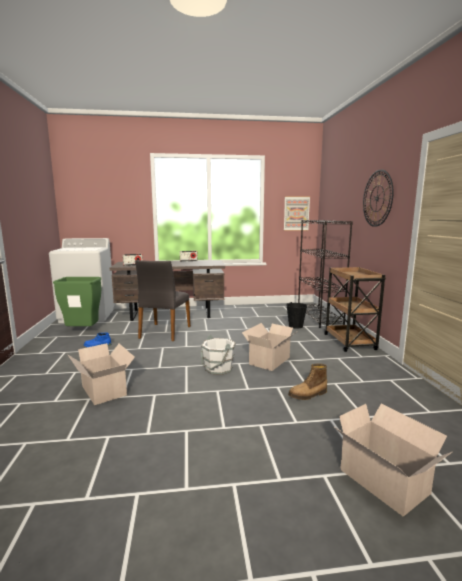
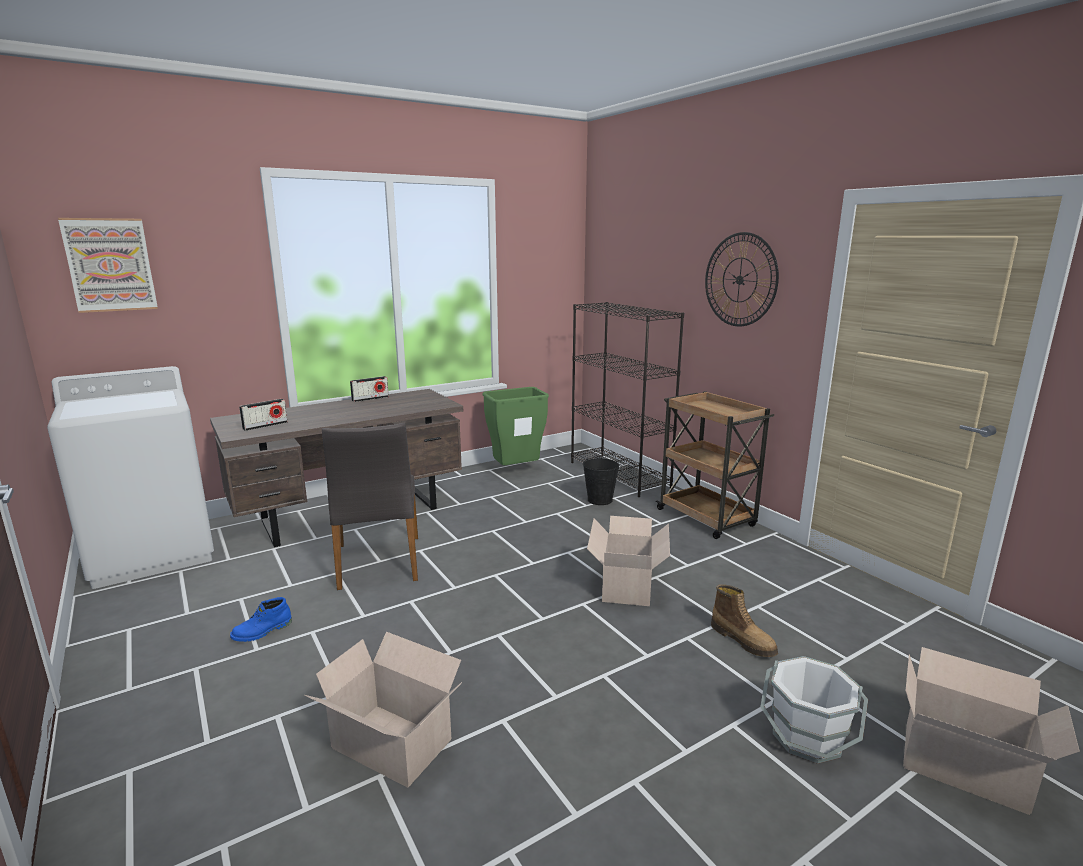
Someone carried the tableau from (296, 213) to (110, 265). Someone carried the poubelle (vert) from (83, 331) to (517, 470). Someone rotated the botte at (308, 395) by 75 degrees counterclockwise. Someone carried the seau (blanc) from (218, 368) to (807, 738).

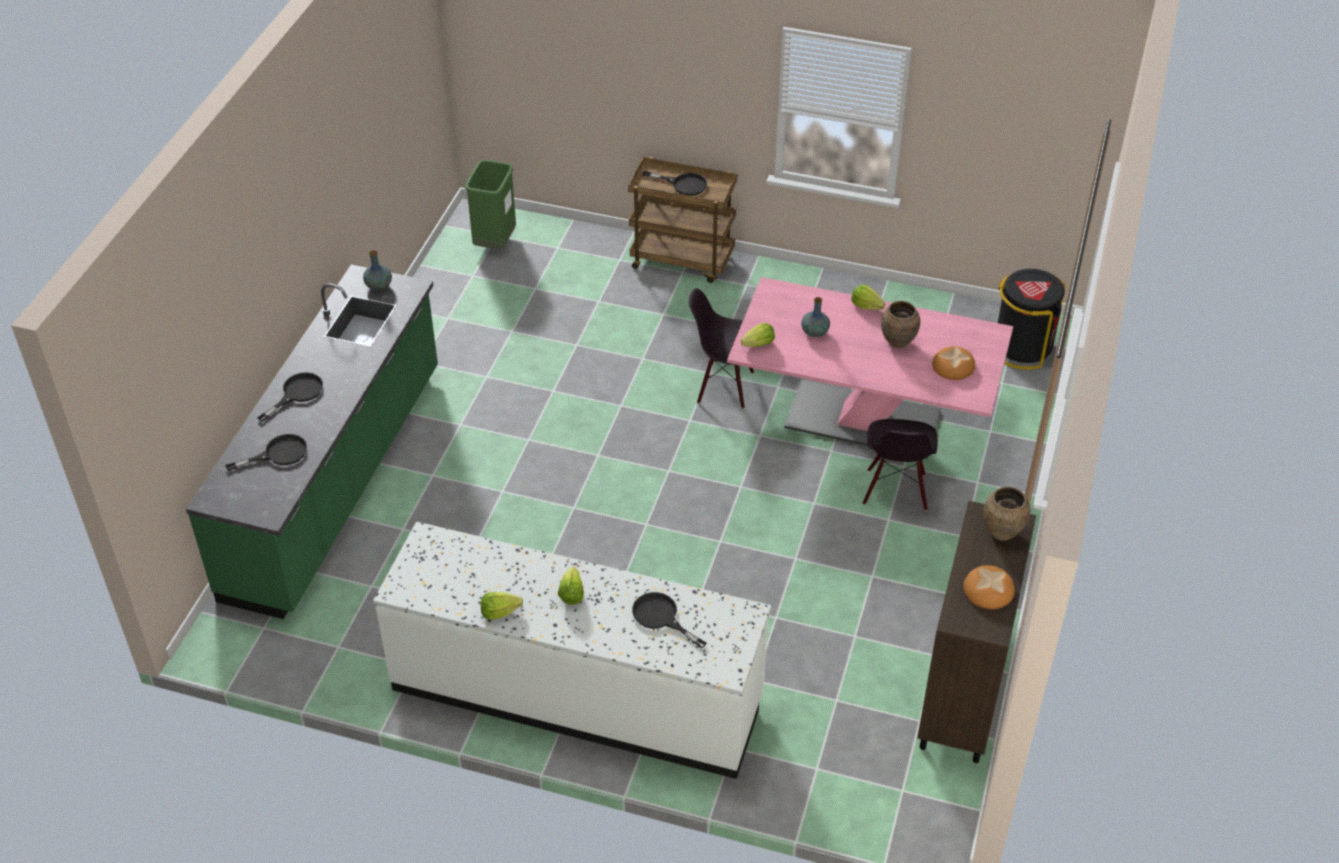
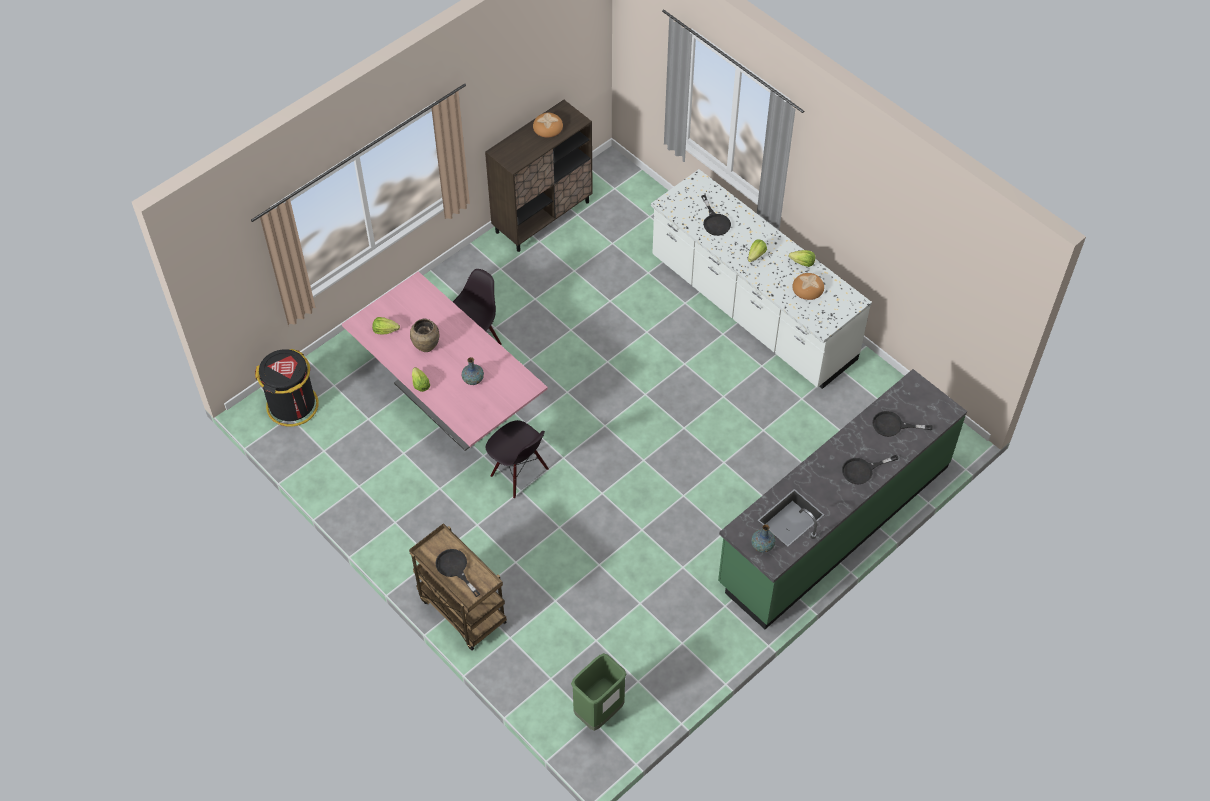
Someone carried the laitue from (759, 344) to (385, 330). Someone carried the pain from (953, 366) to (807, 288). Someone took away the vase (marron) at (1001, 532).

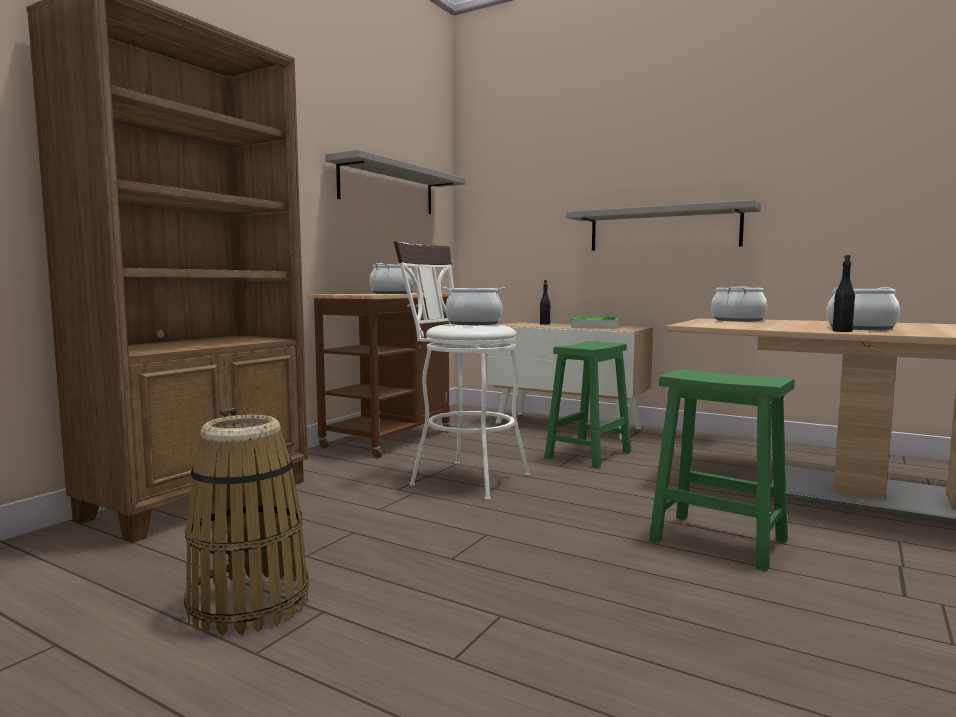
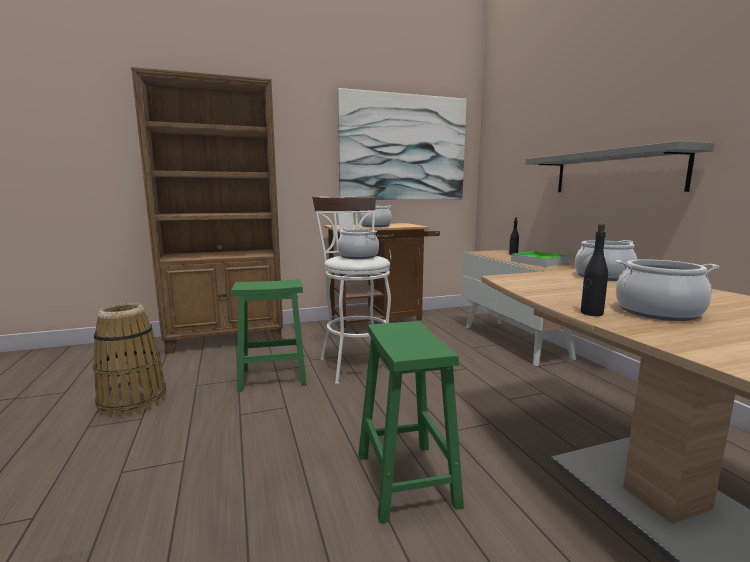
Someone carried the tabouret (vert) from (589, 454) to (274, 377). Someone swapped the étagère (gris) at (387, 188) for the tableau at (403, 148).

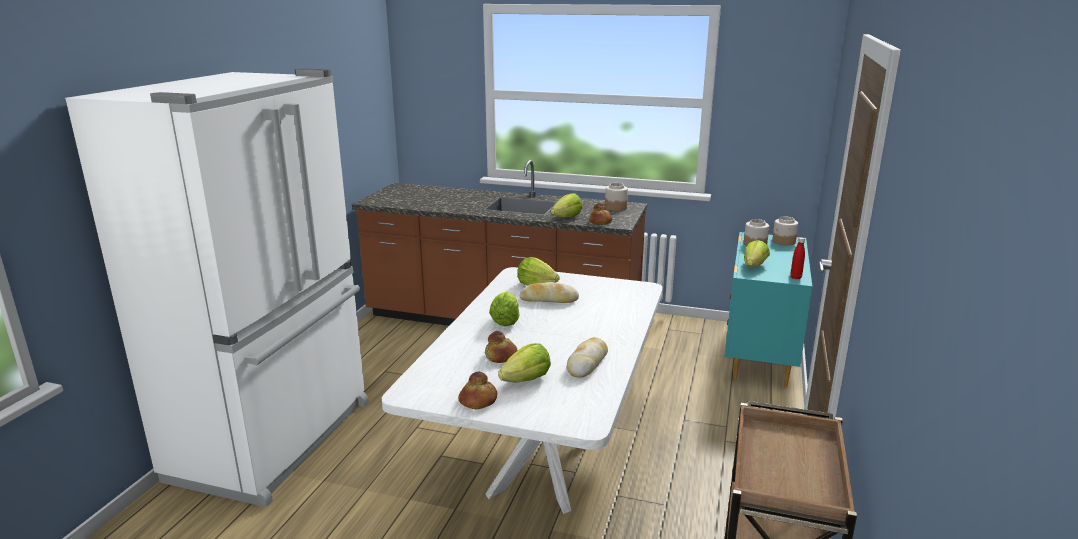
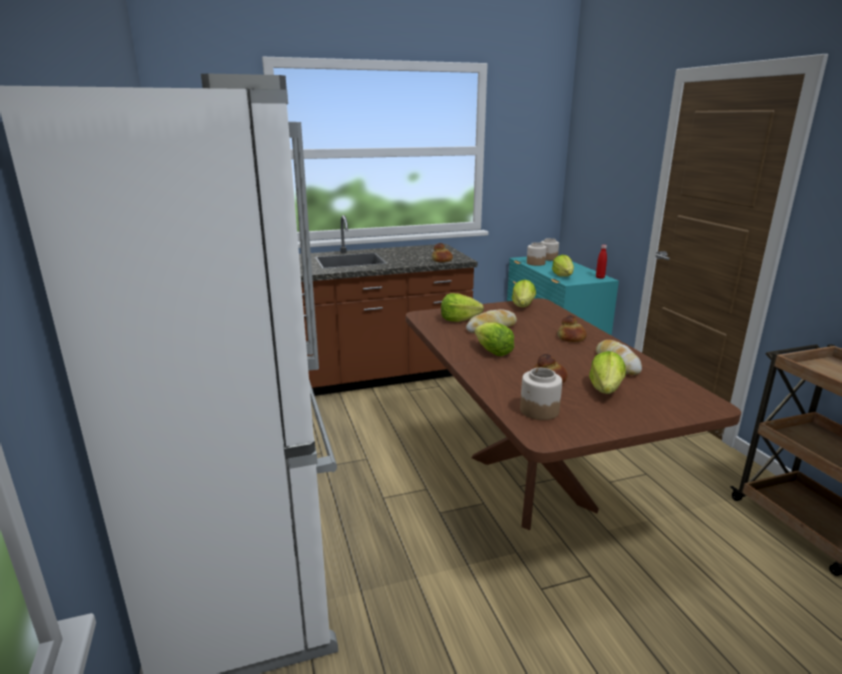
Someone repainted the table à manger (blanc) at (544, 464), which became the table à manger (marron) at (530, 482). Someone carried the laitue from (567, 217) to (523, 306). Someone carried the bocal from (615, 208) to (539, 410). Someone carried the pain from (478, 401) to (571, 338).

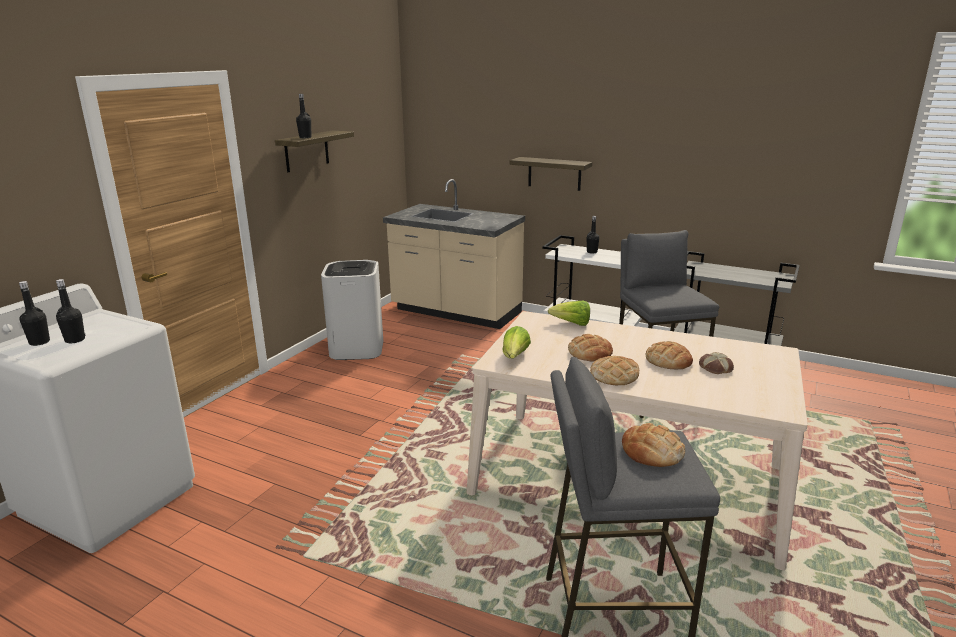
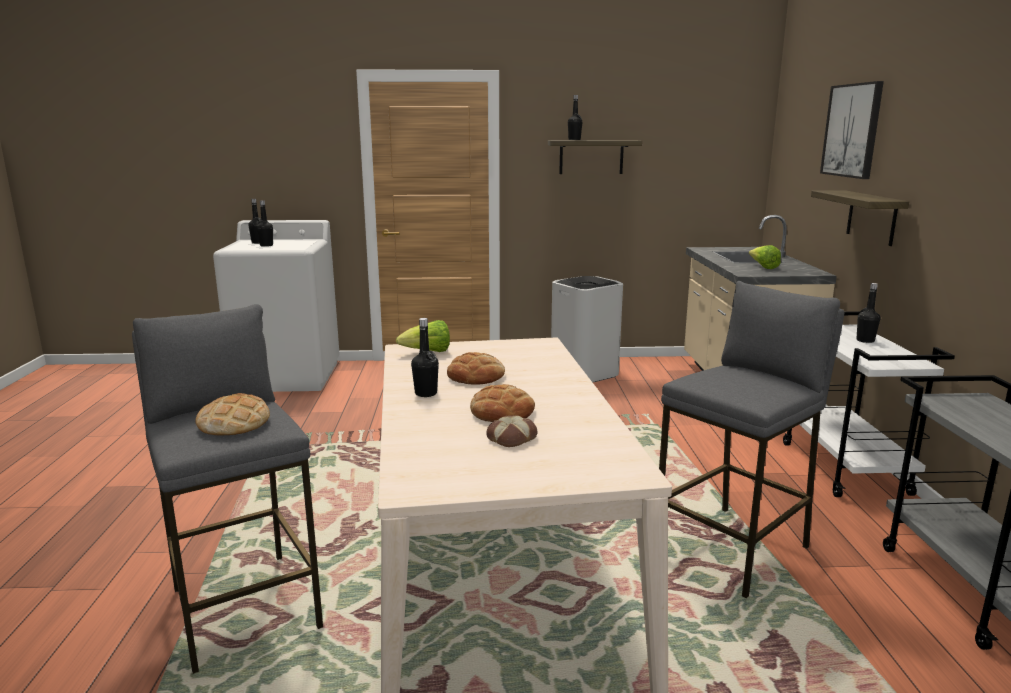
Someone swapped the pain at (614, 375) for the bouteille (noir) at (426, 393). Someone carried the laitue from (572, 324) to (763, 267). Someone put up the tableau at (852, 130).

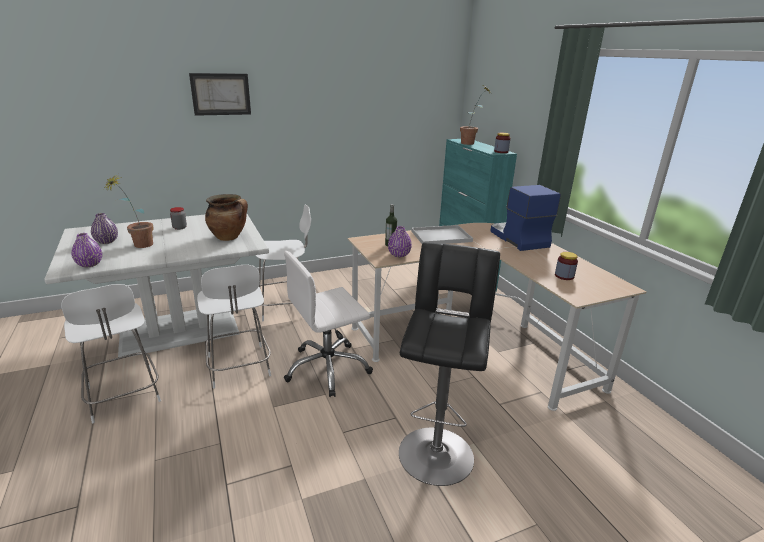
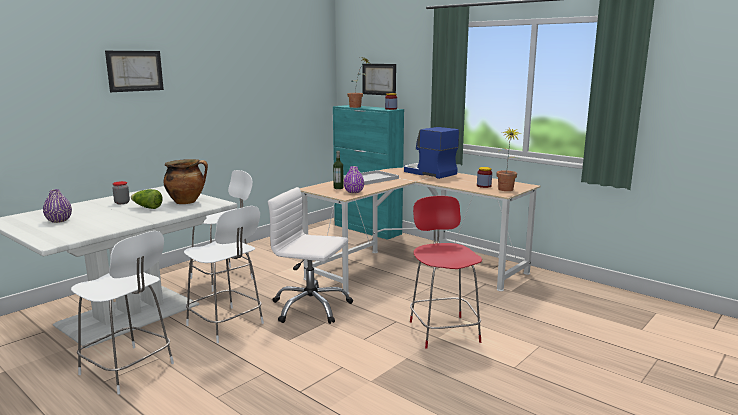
Someone put down the laitue at (147, 207). Someone rotated the chaise de bureau (blanc) at (327, 369) by 75 degrees clockwise. Someone put up the tableau at (379, 79). Someone swapped the tabouret (noir) at (436, 450) for the chaise (rouge) at (443, 330). Someone carried the plante en pot from (138, 246) to (506, 190). Someone took away the vase (violet) at (90, 264).

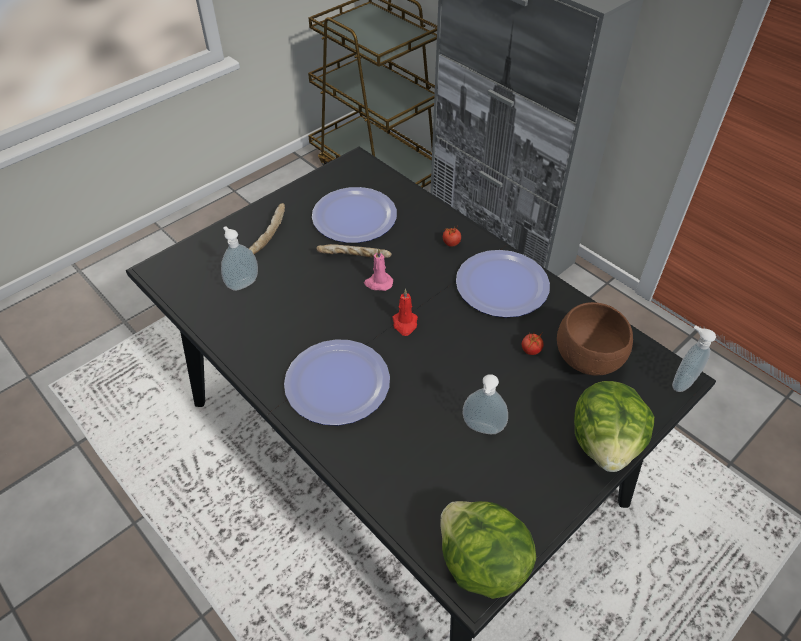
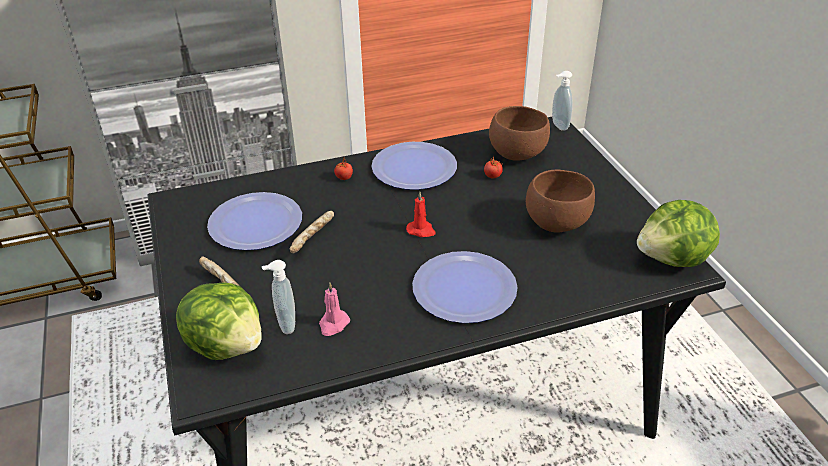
Someone carried the laitue from (605, 443) to (227, 344). Someone carried the bougie (rose) from (378, 283) to (333, 324). Someone swapped the distributeur de savon at (482, 429) for the bol (marron) at (556, 223).

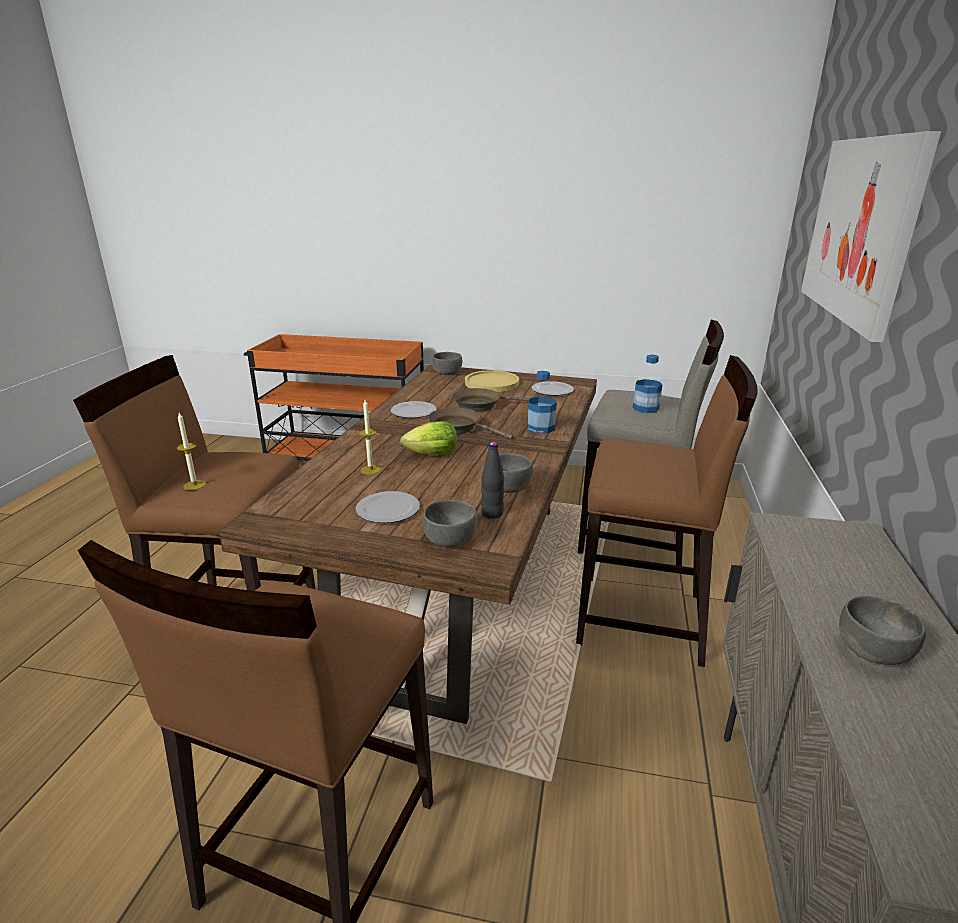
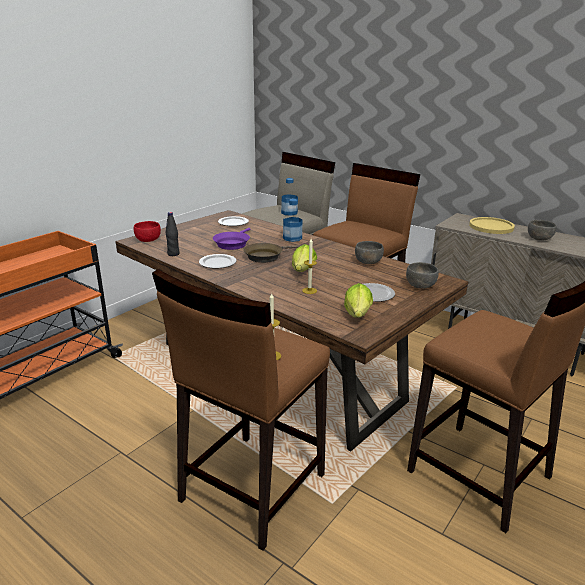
Someone repainted the bol (gris) at (447, 373), which became the bol (rouge) at (148, 240). Someone carried the bouteille (noir) from (492, 513) to (173, 254). Someone repainted the poêle (marron) at (481, 405), which became the poêle (violet) at (232, 243). Someone put down the laitue at (357, 316). Someone carried the assiette (jaune) from (492, 383) to (491, 227). Someone took away the tableau at (860, 229).

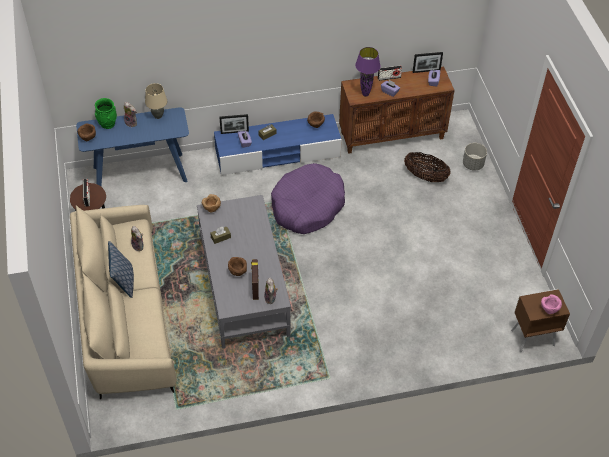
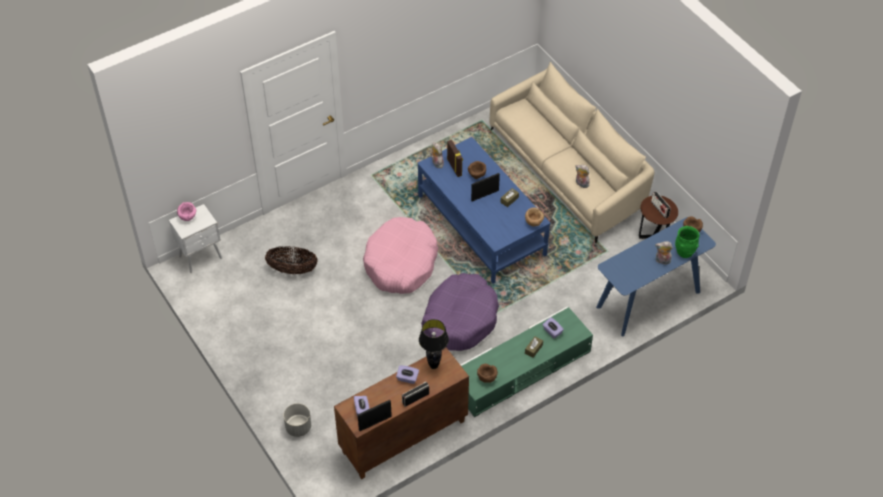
Someone repainted the table de chevet (marron) at (531, 337), which became the table de chevet (blanc) at (202, 257). Someone carried the panier from (425, 176) to (292, 269). Someone put down the panier pour chien (rose) at (401, 263). Someone repainted the table basse (gris) at (243, 284), which became the table basse (bleu) at (481, 225). Someone repainted the lampe de table (violet) at (365, 94), which became the lampe de table (noir) at (434, 366). Someone repainted the meuble télé (bleu) at (277, 154), which became the meuble télé (vert) at (521, 369). Someone carried the cadre photo from (234, 132) to (485, 195). Someone took away the coussin at (124, 282). Someone took away the lampe de table (beige) at (158, 116).

